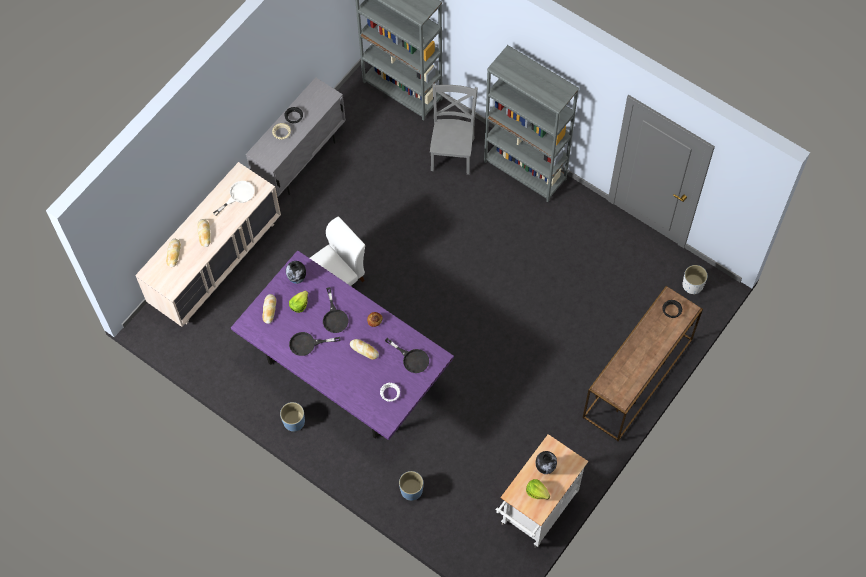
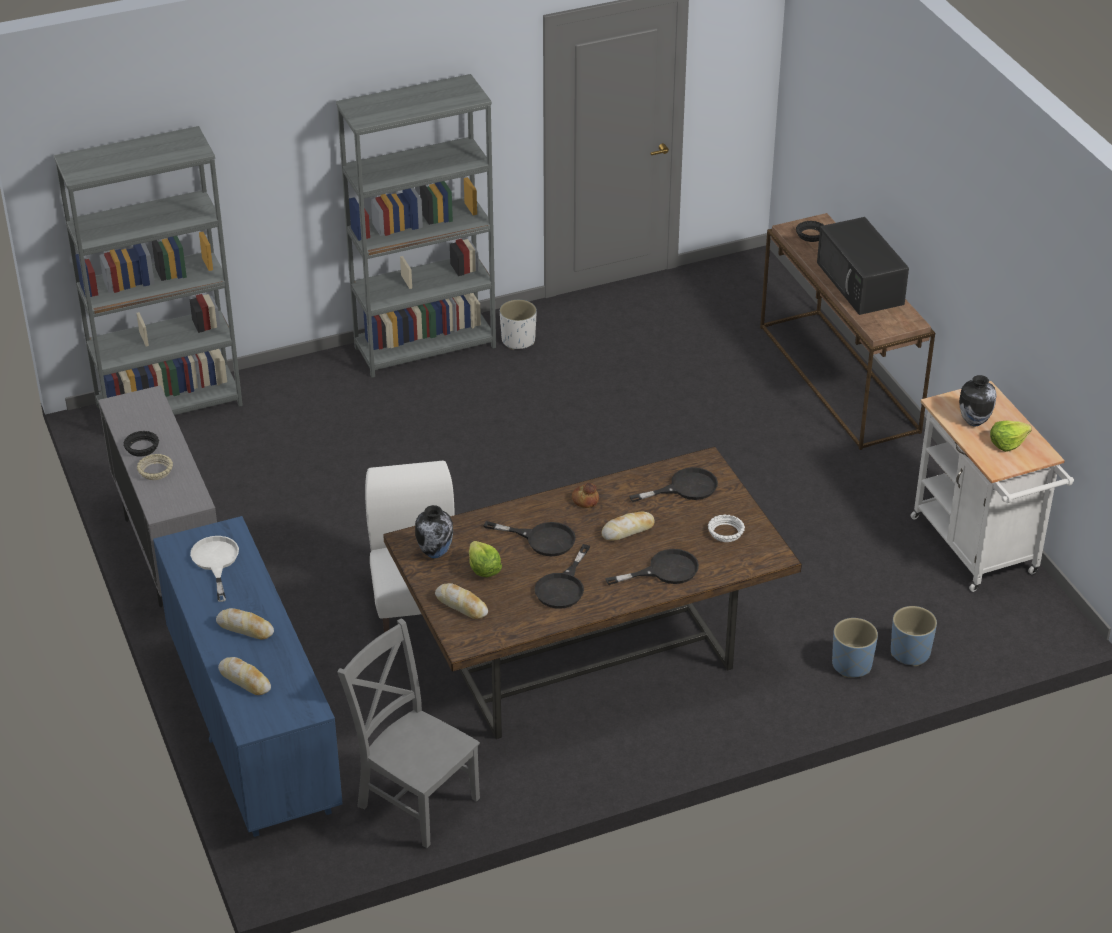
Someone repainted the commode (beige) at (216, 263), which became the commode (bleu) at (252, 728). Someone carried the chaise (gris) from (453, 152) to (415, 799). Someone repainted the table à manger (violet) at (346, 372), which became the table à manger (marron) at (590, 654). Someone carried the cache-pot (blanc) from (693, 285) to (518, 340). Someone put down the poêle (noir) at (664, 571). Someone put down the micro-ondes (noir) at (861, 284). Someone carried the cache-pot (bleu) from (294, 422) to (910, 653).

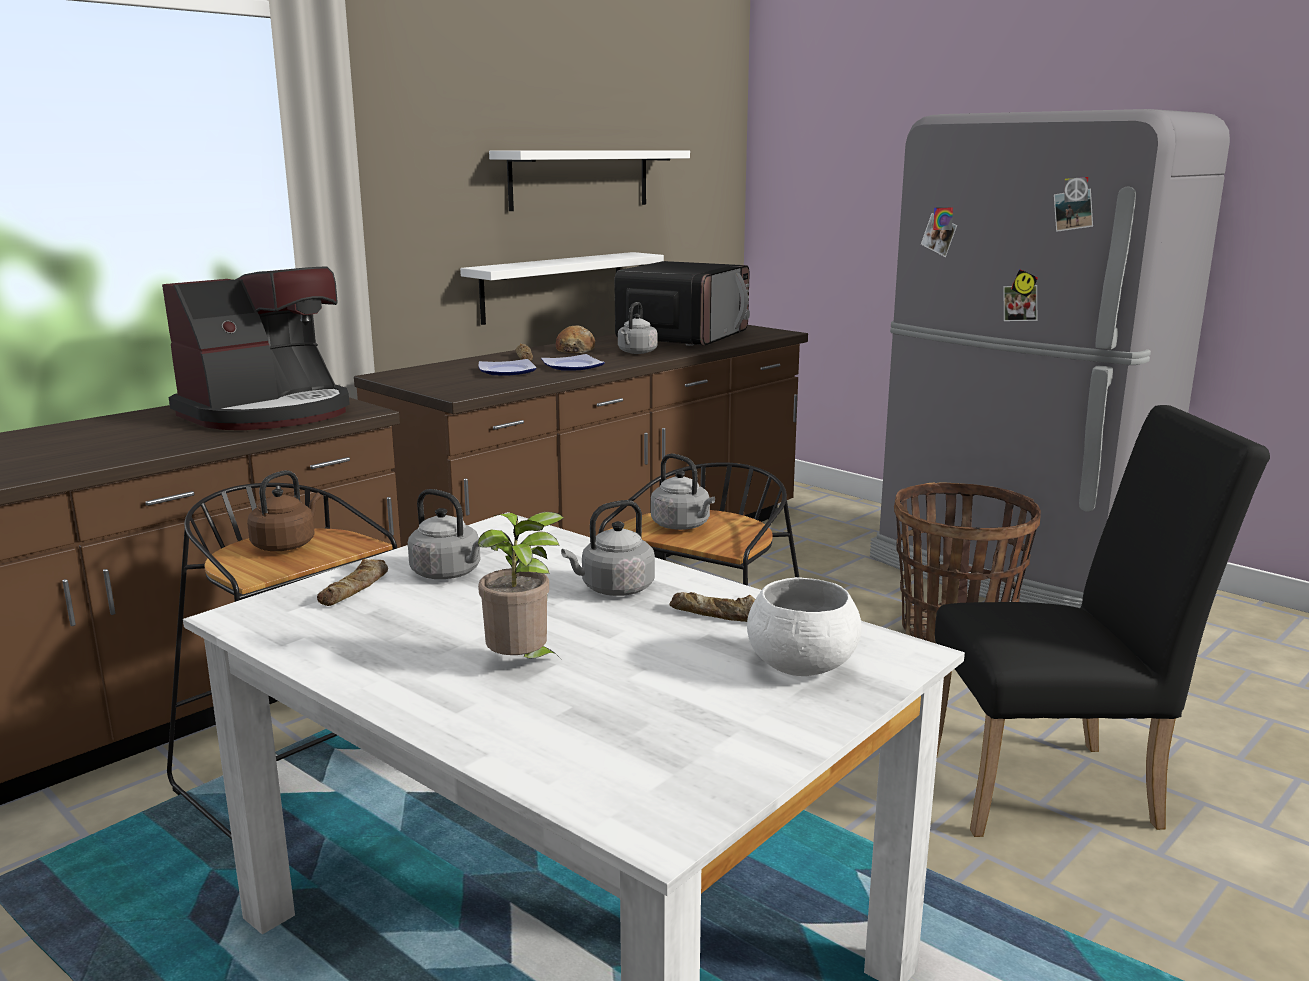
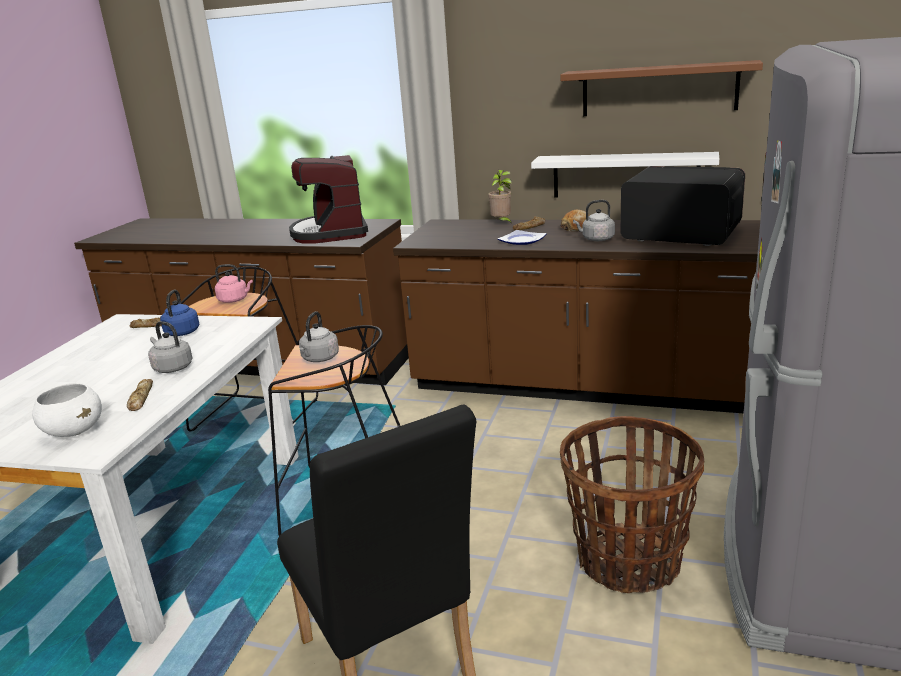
Someone repainted the bouilloire (gris) at (449, 573), which became the bouilloire (bleu) at (181, 333). Someone repainted the bouilloire (marron) at (286, 544), which became the bouilloire (rose) at (235, 300). Someone rotated the machine à café at (268, 413) by 60 degrees clockwise. Someone carried the plante en pot from (522, 665) to (502, 223). Someone repainted the étagère (blanc) at (580, 179), which became the étagère (marron) at (659, 89). Someone rotated the micro-ondes at (683, 337) by 150 degrees counterclockwise. Someone took away the assiette at (508, 371).

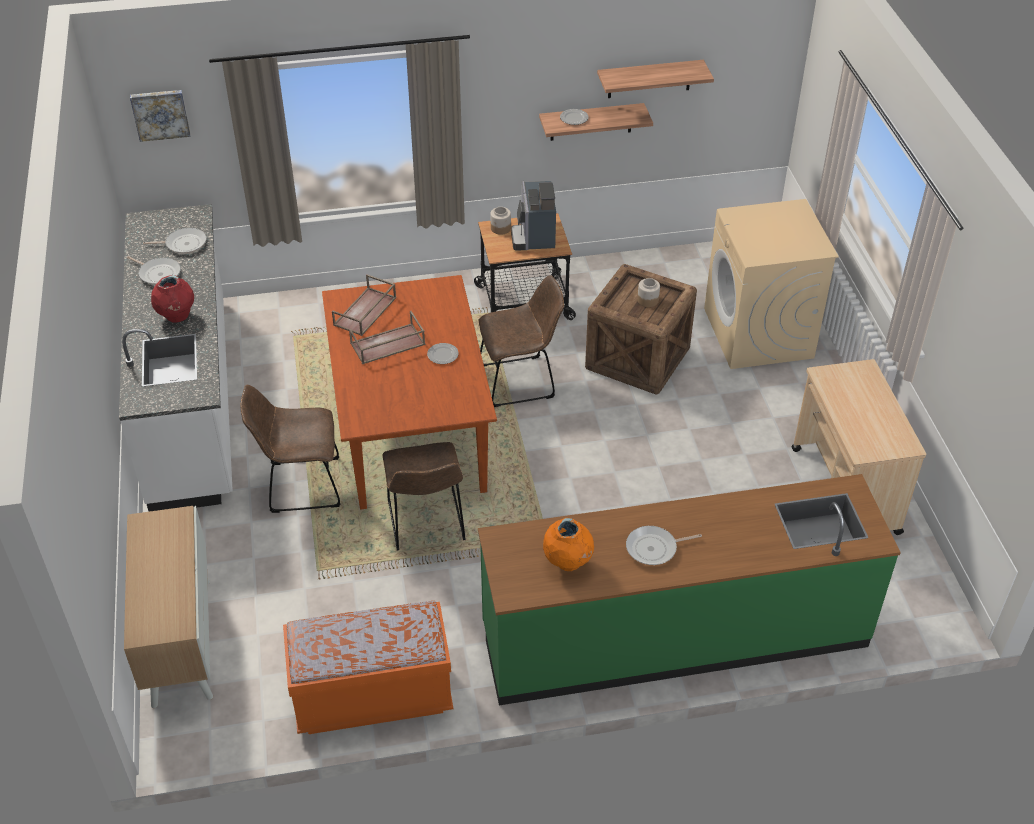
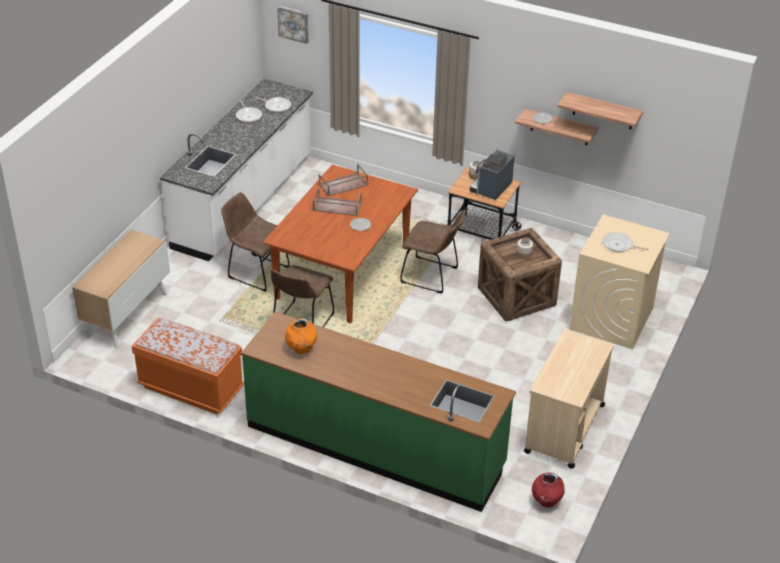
Someone carried the vase (rouge) from (177, 317) to (546, 502). Someone carried the poêle from (654, 548) to (619, 245).

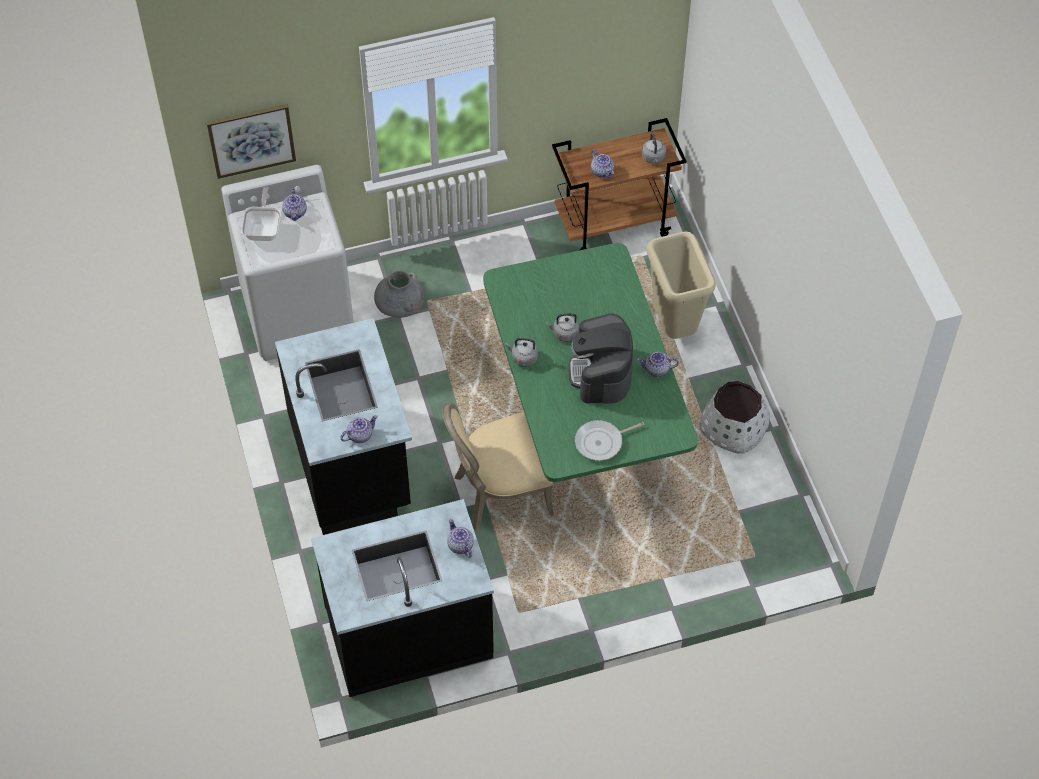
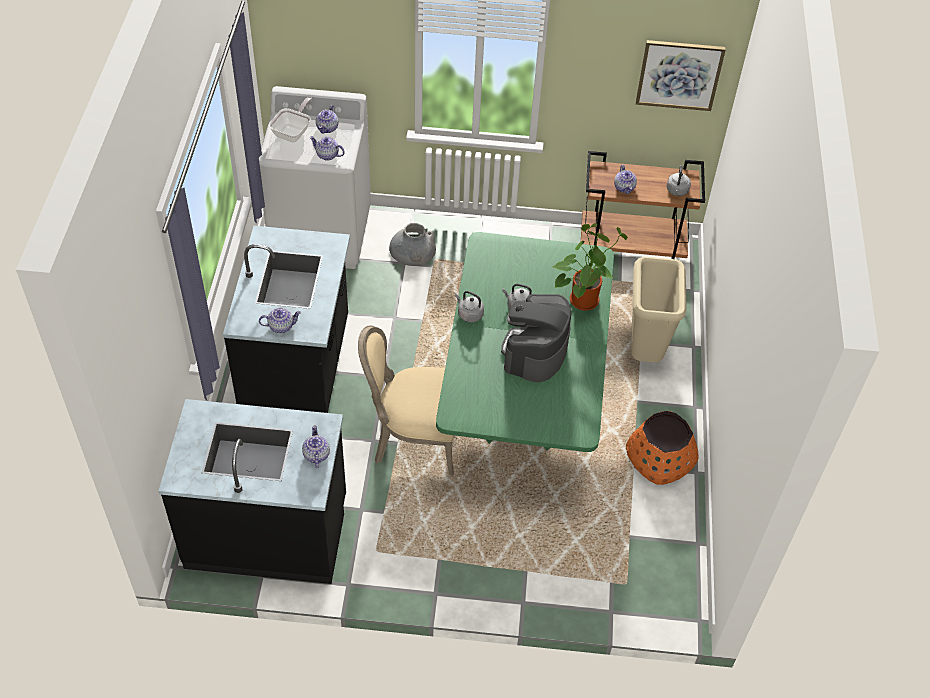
Someone carried the théière from (656, 369) to (327, 155). Someone put down the plante en pot at (583, 298). Someone repainted the cache-pot (blanc) at (733, 427), which became the cache-pot (orange) at (660, 458). Someone carried the tableau from (251, 140) to (679, 74). Someone took away the poêle at (601, 442).

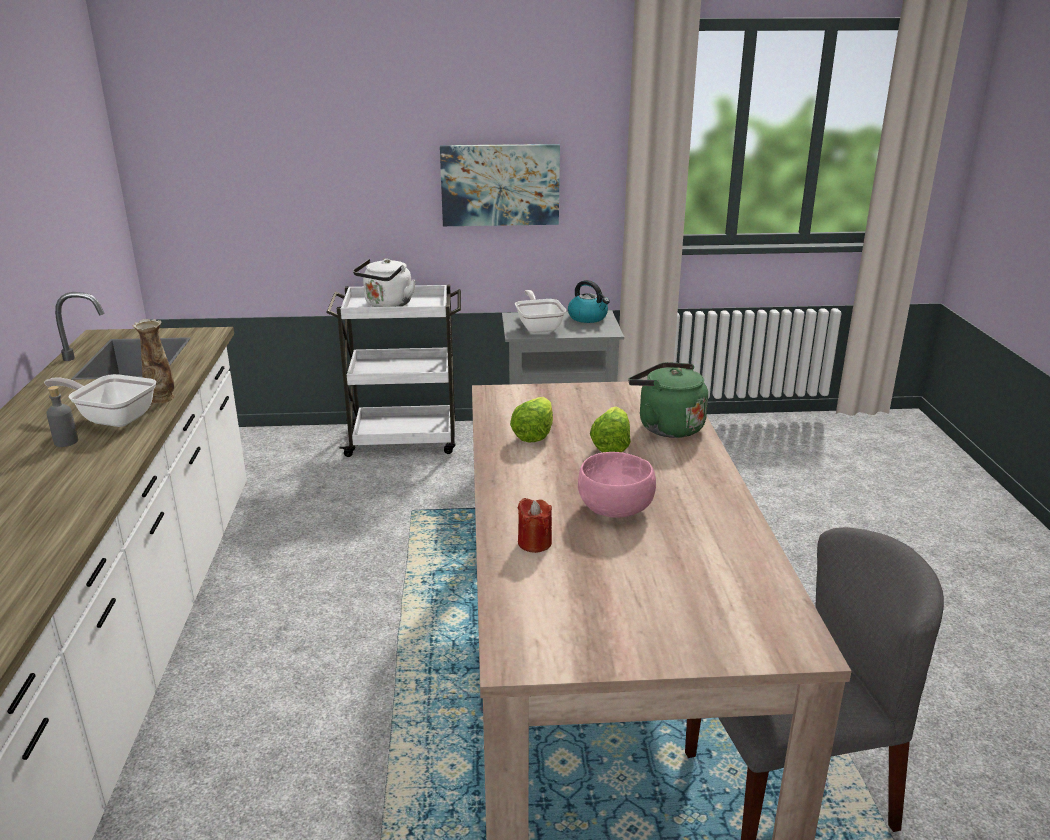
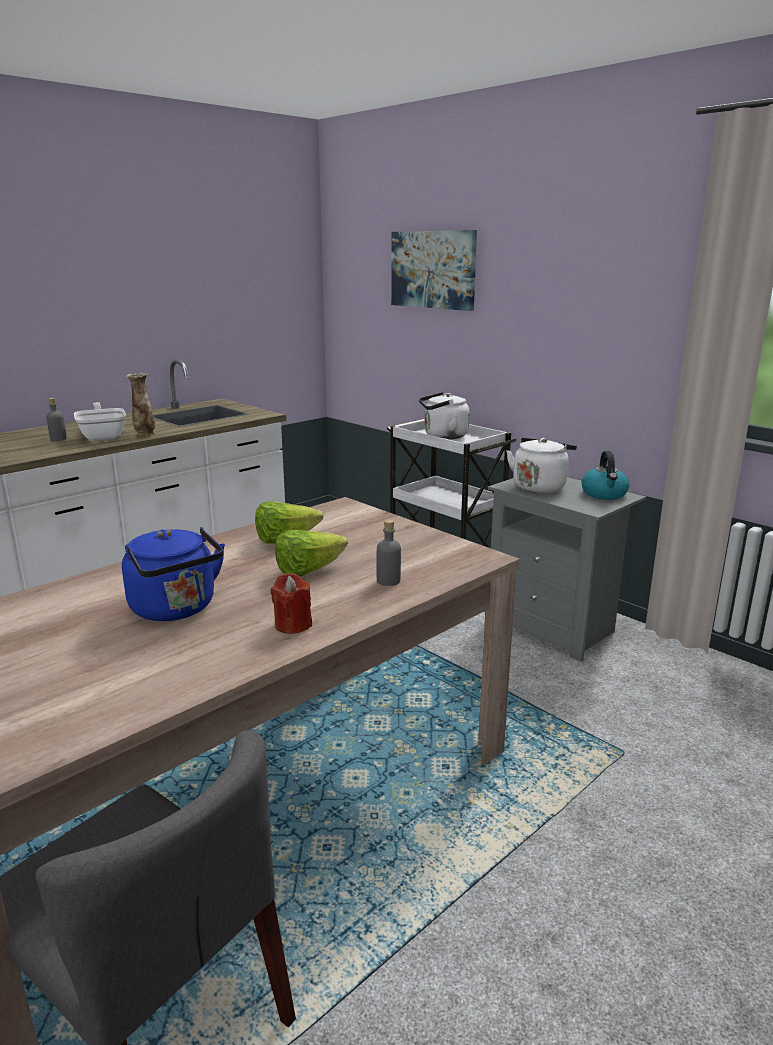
Someone swapped the bol (rose) at (616, 509) for the bouilloire (bleu) at (176, 609). Someone carried the bougie (rouge) from (534, 543) to (293, 625). Someone swapped the bouilloire (vert) at (666, 426) for the bouteille (gris) at (388, 580). Someone carried the tableau from (500, 185) to (433, 269). Someone swapped the poêle at (539, 327) for the bouilloire (blanc) at (539, 487).

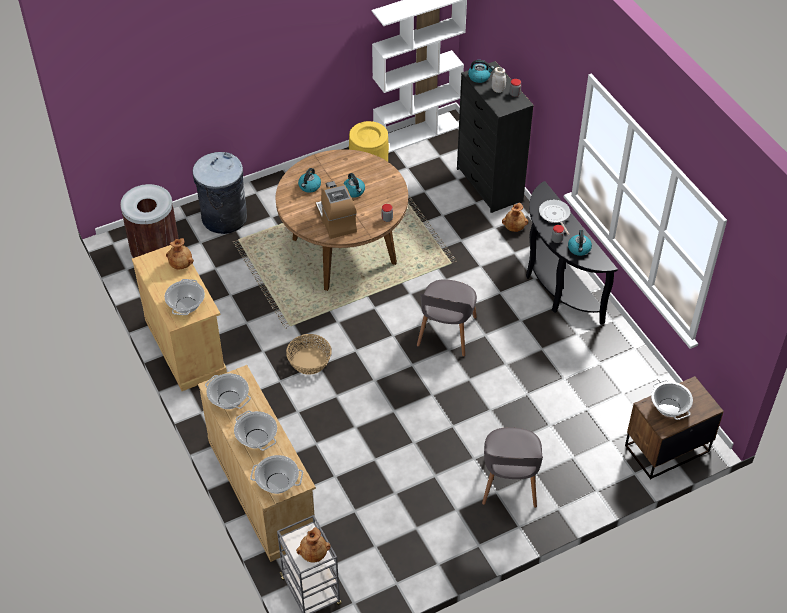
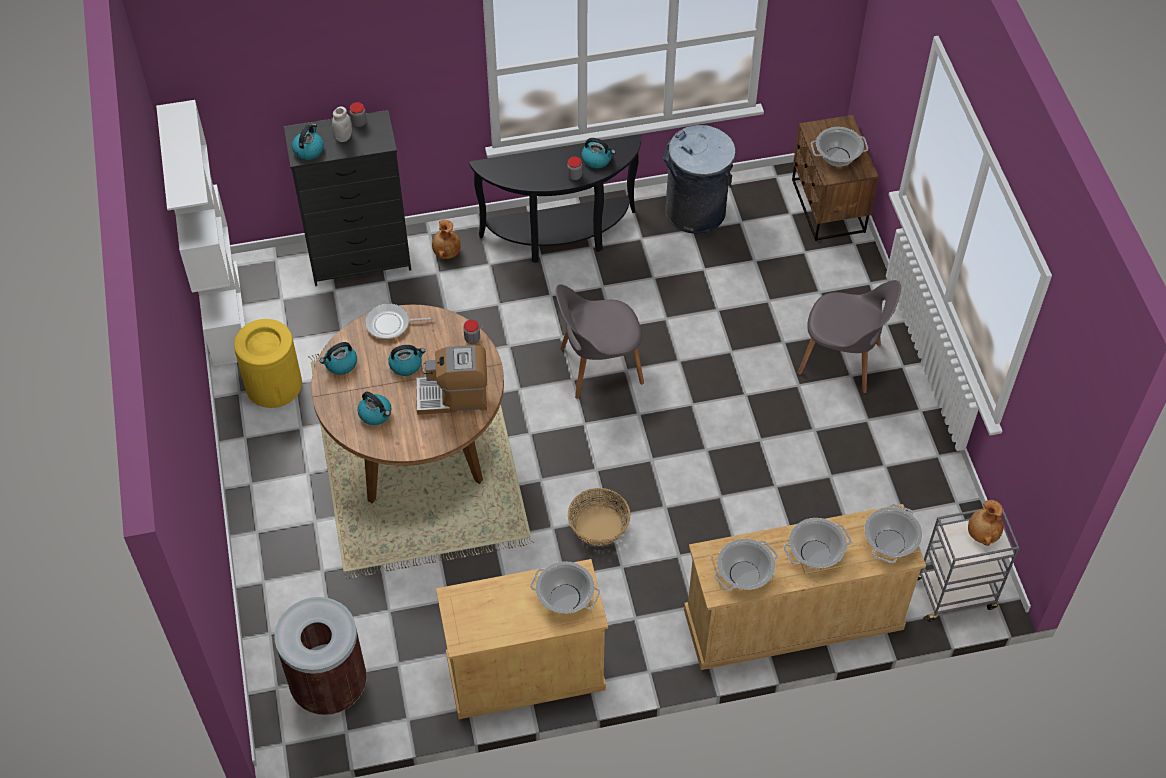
Someone put down the bouilloire at (340, 364). Someone carried the poêle from (555, 215) to (391, 324). Someone rotated the chaise (gris) at (446, 333) by 135 degrees clockwise. Someone carried the poubelle (gris) from (224, 217) to (695, 212). Someone took away the vase (marron) at (181, 264).

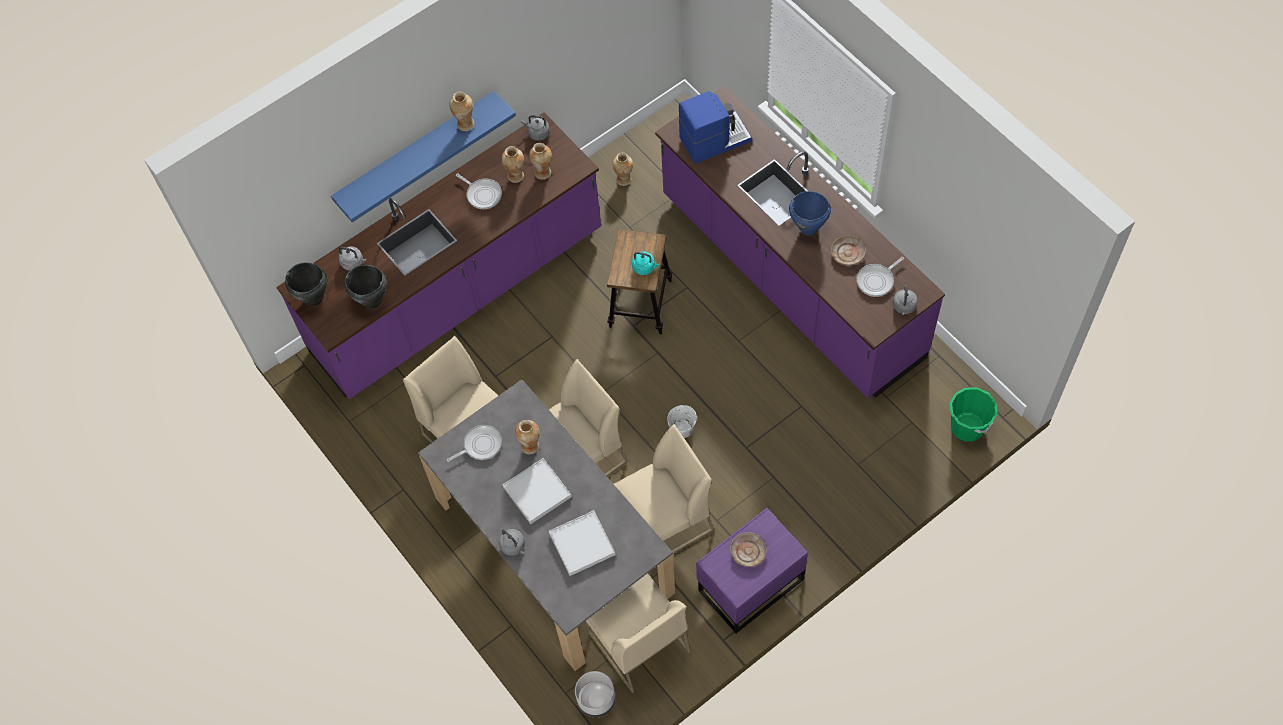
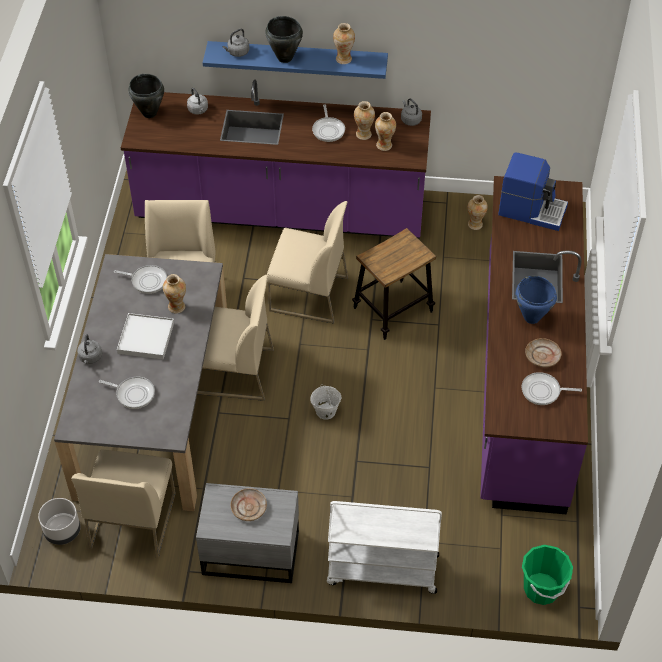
Someone swapped the plateau (blanc) at (582, 544) for the poêle at (133, 394). Someone repainted the table de chevet (violet) at (748, 584), which became the table de chevet (gris) at (249, 551). Someone carried the bouilloire (gris) from (904, 307) to (237, 52). Someone carried the marmite (noir) from (372, 302) to (284, 58). Someone carried the chaise (beige) from (664, 522) to (308, 294). Someone put down the chariot (blanc) at (382, 570). Someone took away the bouilloire (turquoise) at (645, 267).

